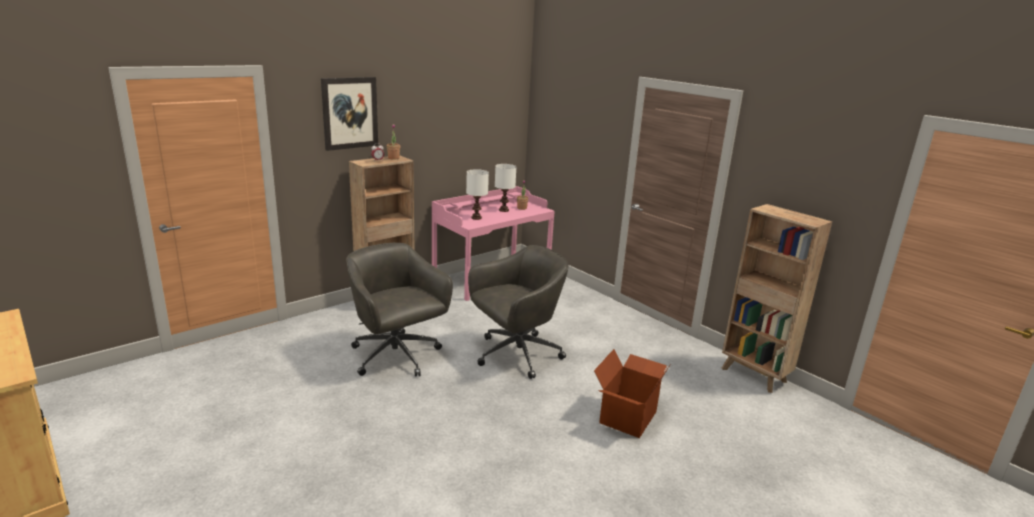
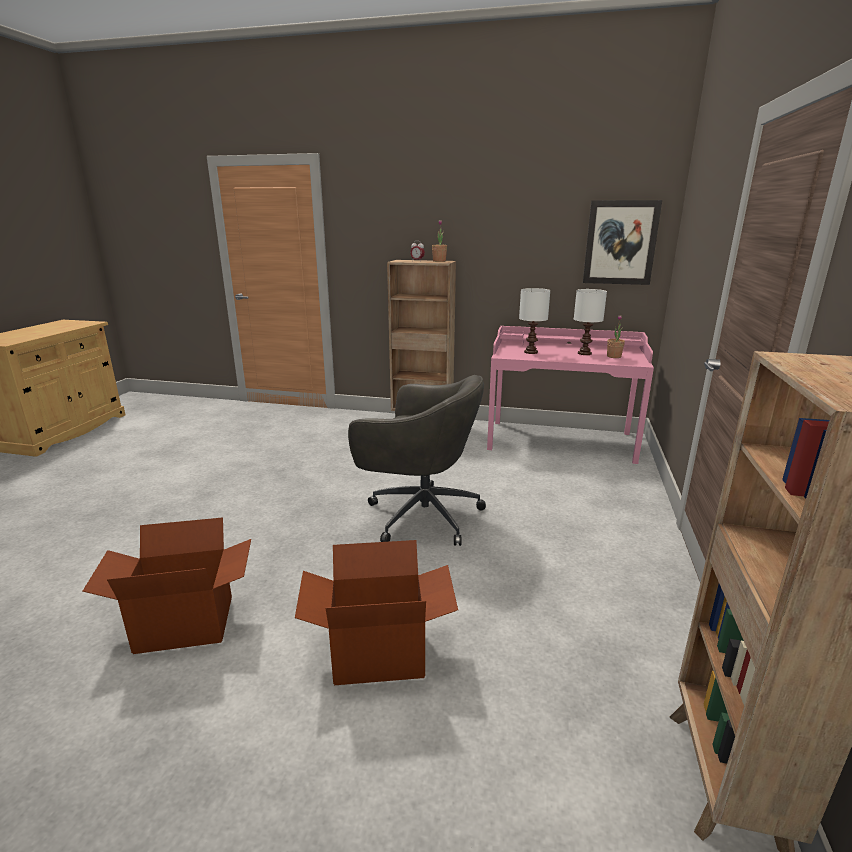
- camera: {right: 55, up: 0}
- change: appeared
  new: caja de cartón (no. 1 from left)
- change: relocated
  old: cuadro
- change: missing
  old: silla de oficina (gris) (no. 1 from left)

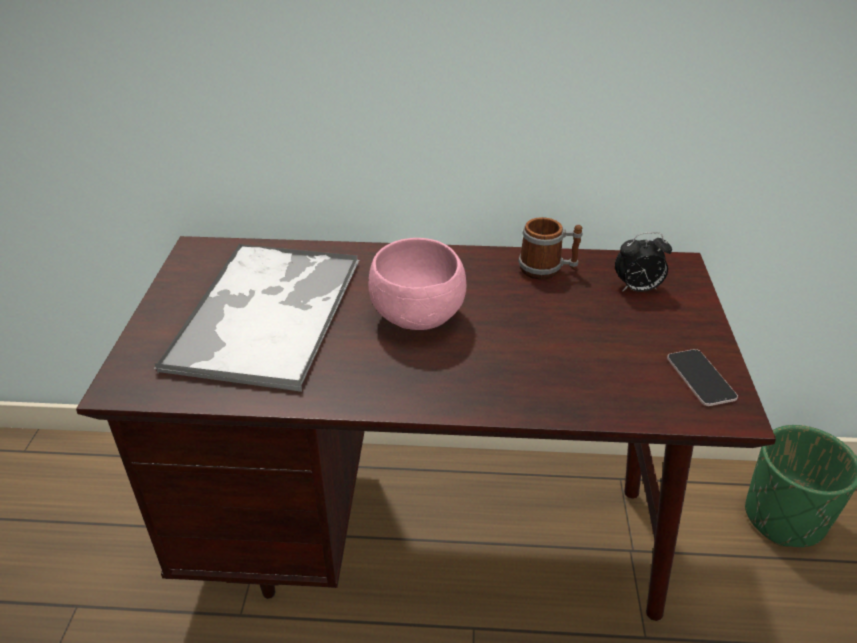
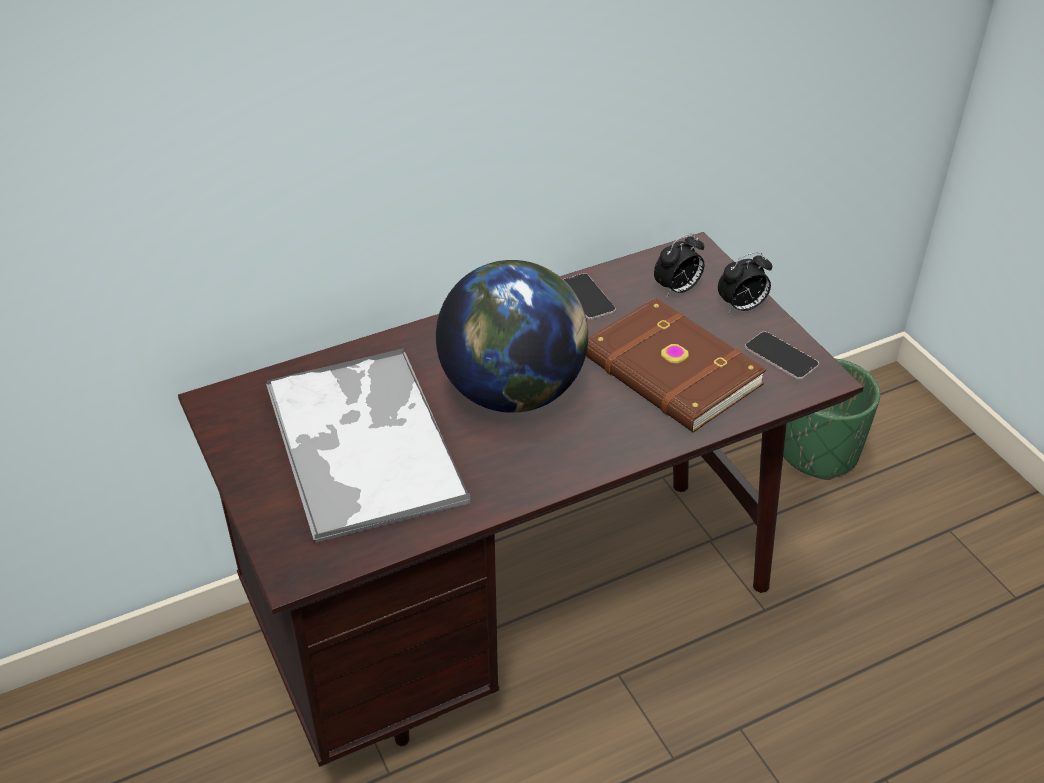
- camera: {right: -30, up: 5}
- change: exchanged
  old: cuenco (rosa)
  new: globo terráqueo
- change: exchanged
  old: taza grande
  new: móvil (no. 1 from left)
- change: appeared
  new: libro (marrón)
- change: appeared
  new: despertador (no. 2 from left)

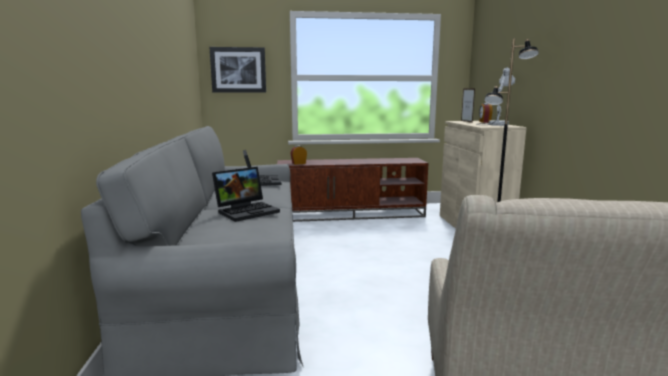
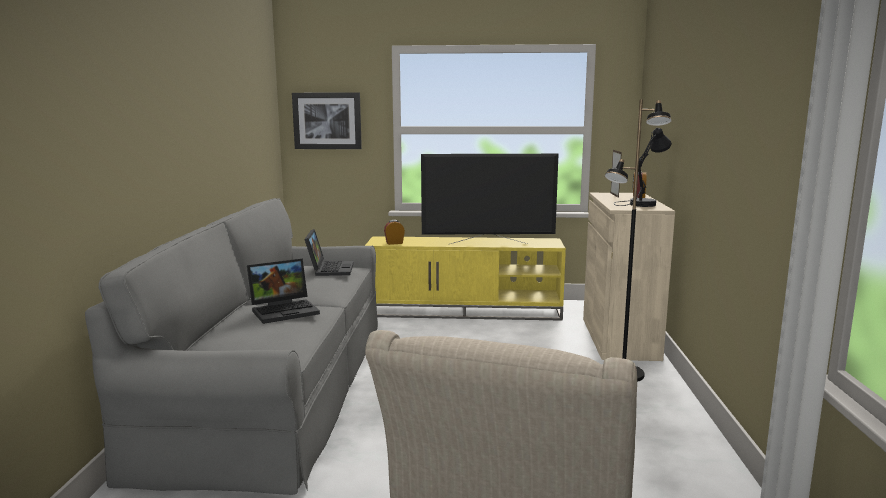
- camera: {right: 10, up: 0}
- change: colour
  old: mueble de televisión (marrón)
  new: mueble de televisión (amarillo)
- change: appeared
  new: televisor
- change: colour
  old: lámpara de mesa (blanco)
  new: lámpara de mesa (negro)

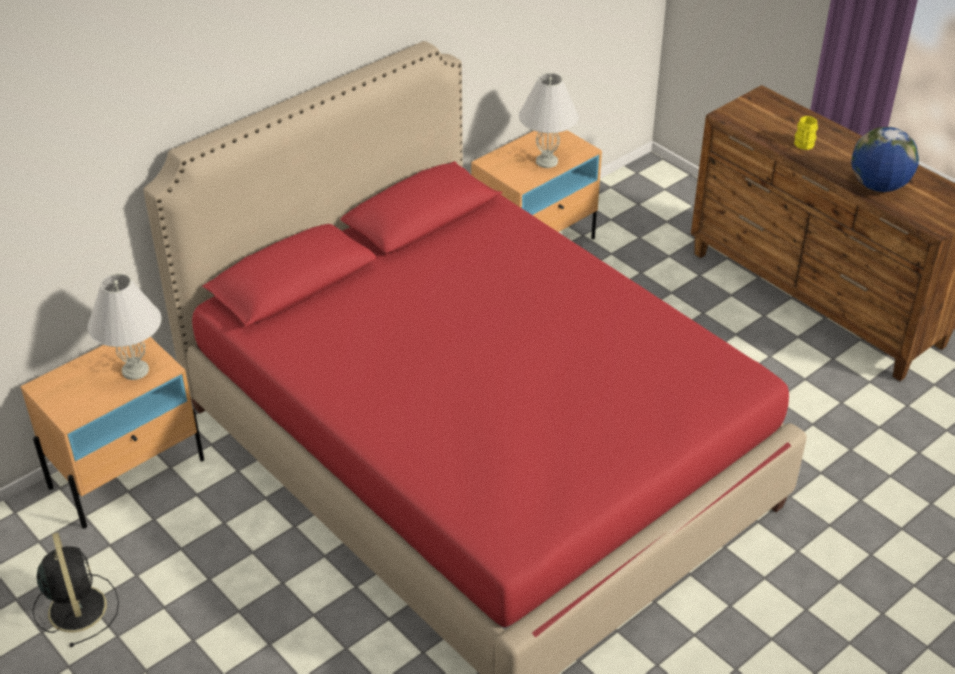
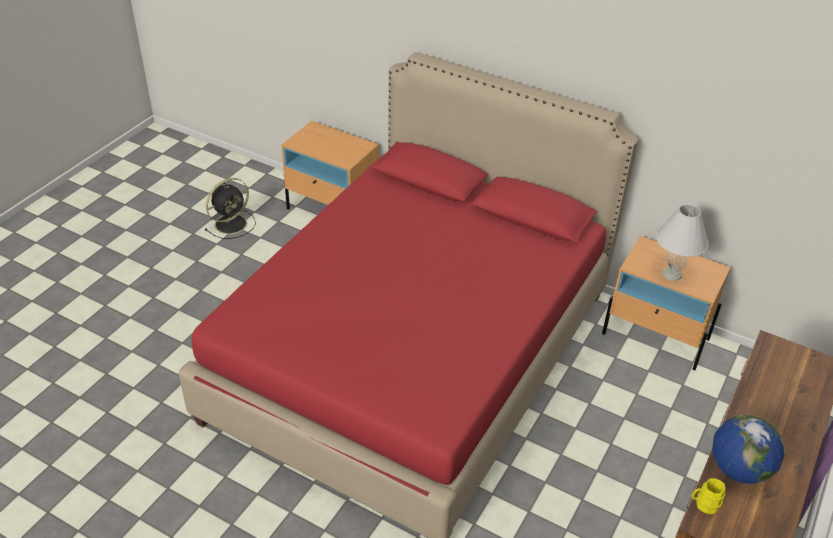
- camera: {right: 70, up: 0}
- change: relocated
  old: taza grande (amarillo)
- change: missing
  old: lámpara de mesa (blanco) (no. 1 from left)

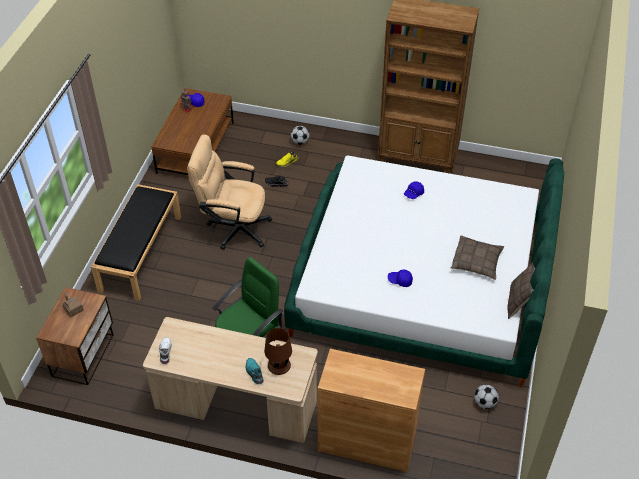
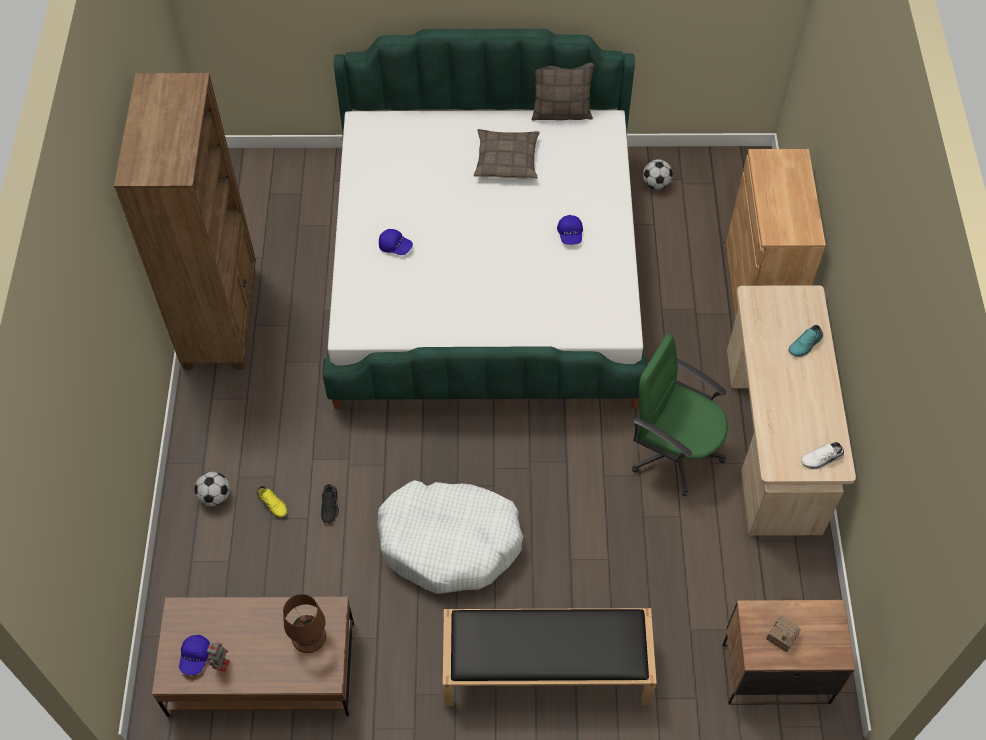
- camera: {right: -105, up: 10}
- change: relocated
  old: lámpara de mesa (marrón)
- change: exchanged
  old: silla de oficina (beis)
  new: cama para perro (blanco)

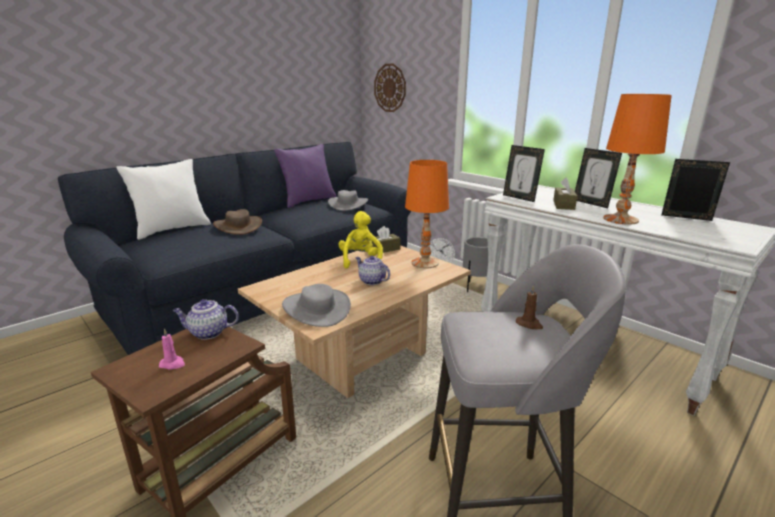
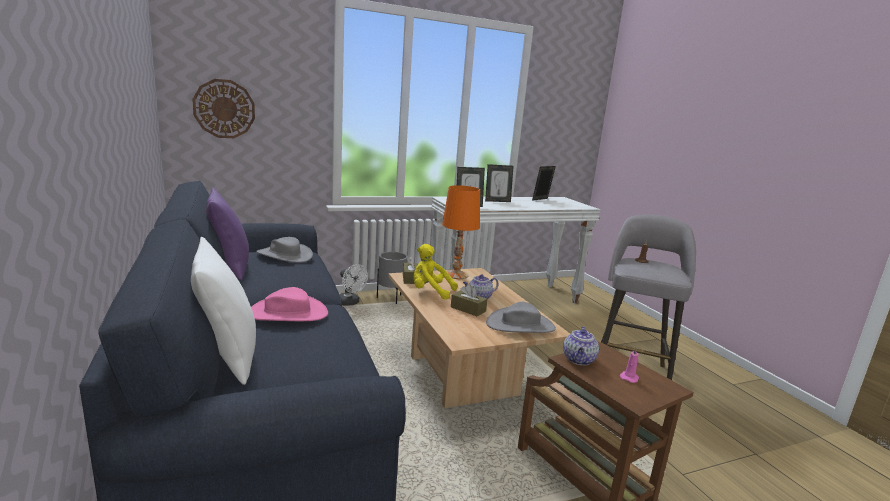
- camera: {right: -70, up: -5}
- change: colour
  old: sombrero (marrón)
  new: sombrero (rosa)
- change: relocated
  old: caja de pañuelos (marrón) (no. 2 from left)
- change: missing
  old: lámpara de mesa (naranja) (no. 2 from left)

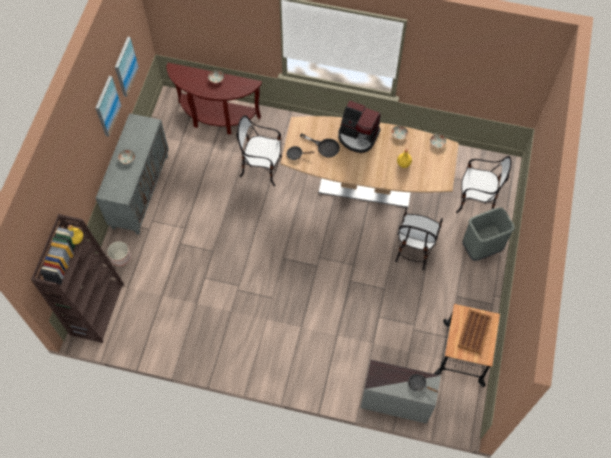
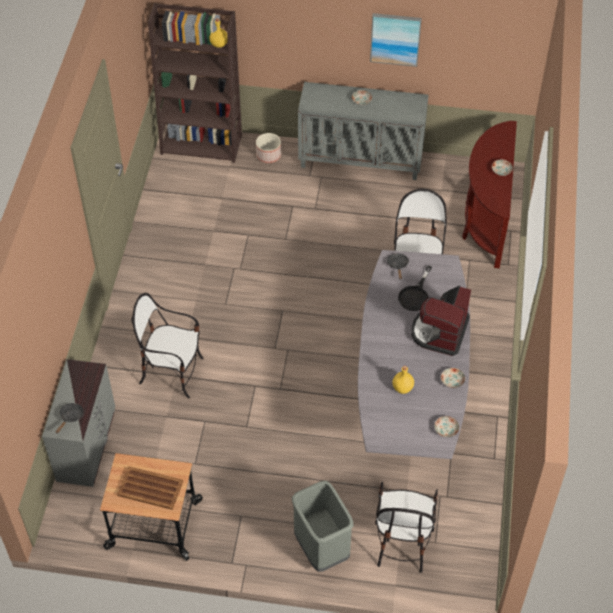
- camera: {right: 85, up: -10}
- change: relocated
  old: silla (no. 2 from left in the first image)
  new: silla (no. 1 from left)
- change: colour
  old: mesa de comedor (marrón)
  new: mesa de comedor (gris)
- change: missing
  old: cuadro (no. 2 from left)

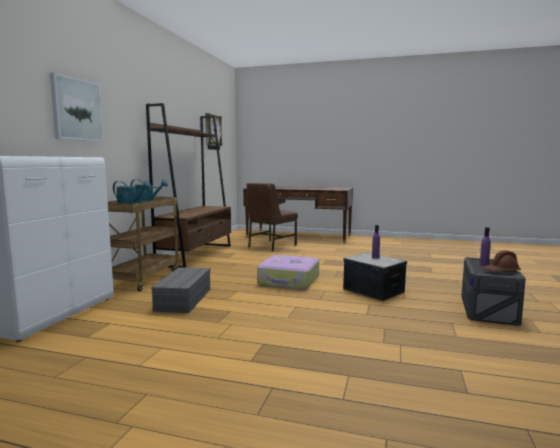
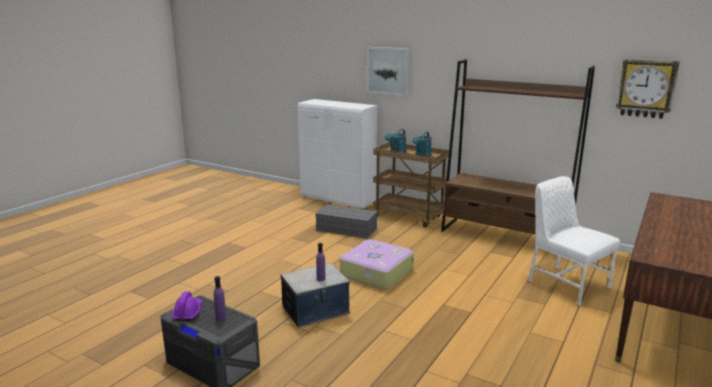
- camera: {right: 105, up: 10}
- change: colour
  old: casco (marrón)
  new: casco (morado)
- change: colour
  old: silla (marrón)
  new: silla (blanco)

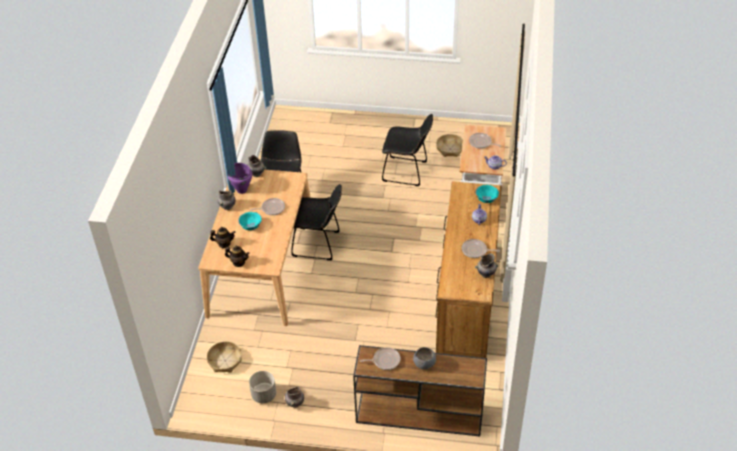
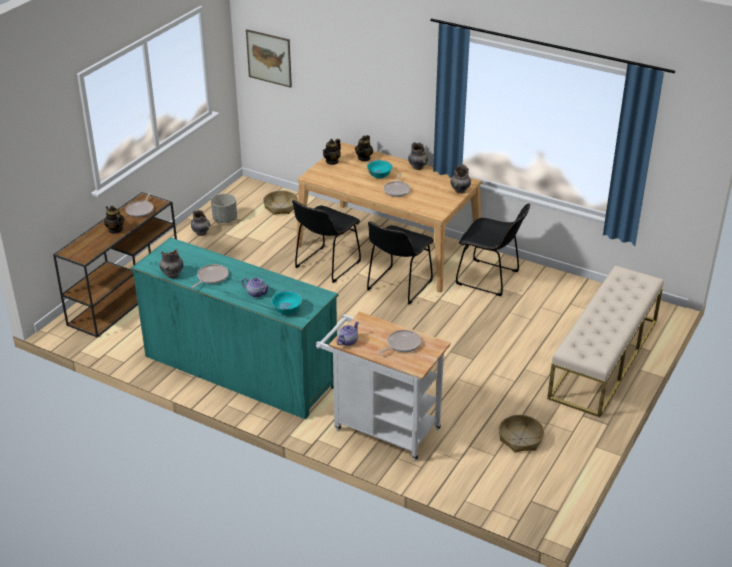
- camera: {right: 110, up: -10}
- change: exchanged
  old: cuenco (gris)
  new: tetera (no. 1 from left)
- change: colour
  old: cómoda (marrón)
  new: cómoda (turquesa)
- change: appeared
  new: cuadro
- change: relocated
  old: silla (negro) (no. 3 from left in the first image)
  new: silla (negro) (no. 1 from left)
- change: appeared
  new: banco (beis)
- change: missing
  old: olla (morado)

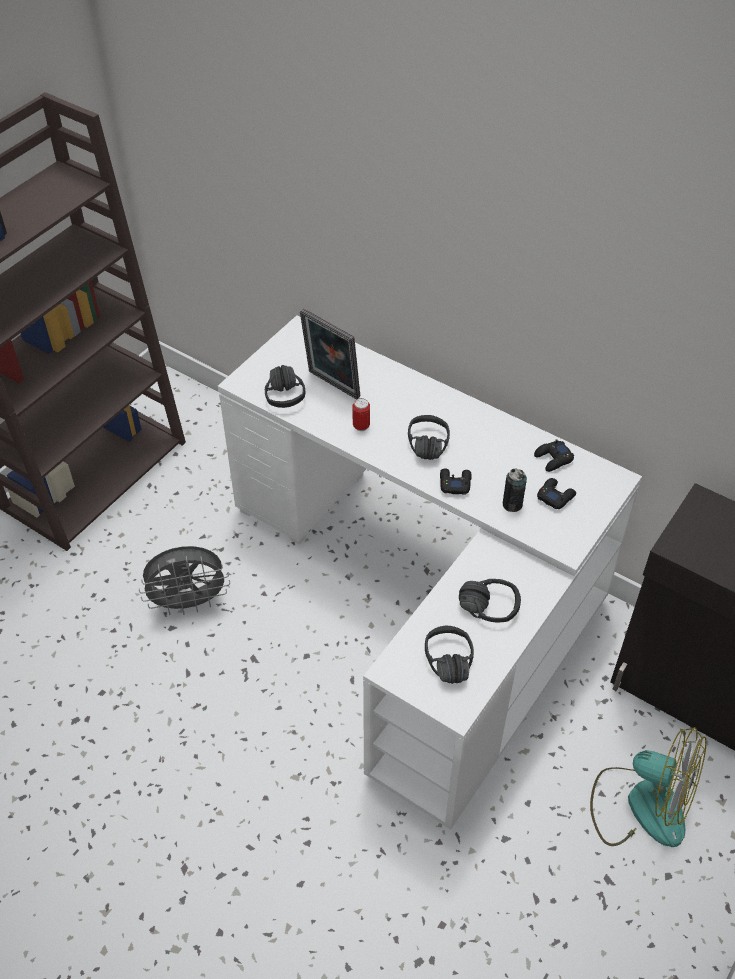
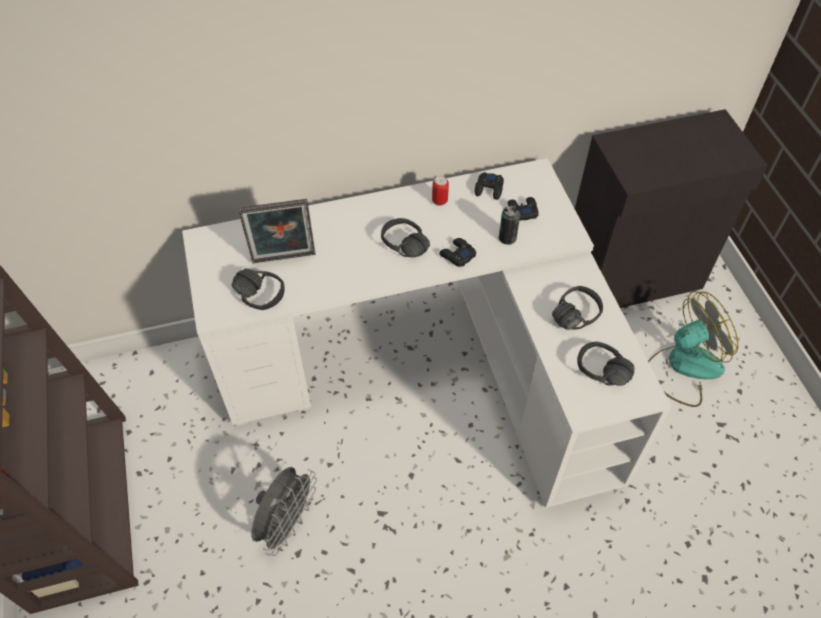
- camera: {right: -50, up: 5}
- change: relocated
  old: lata (no. 1 from left)

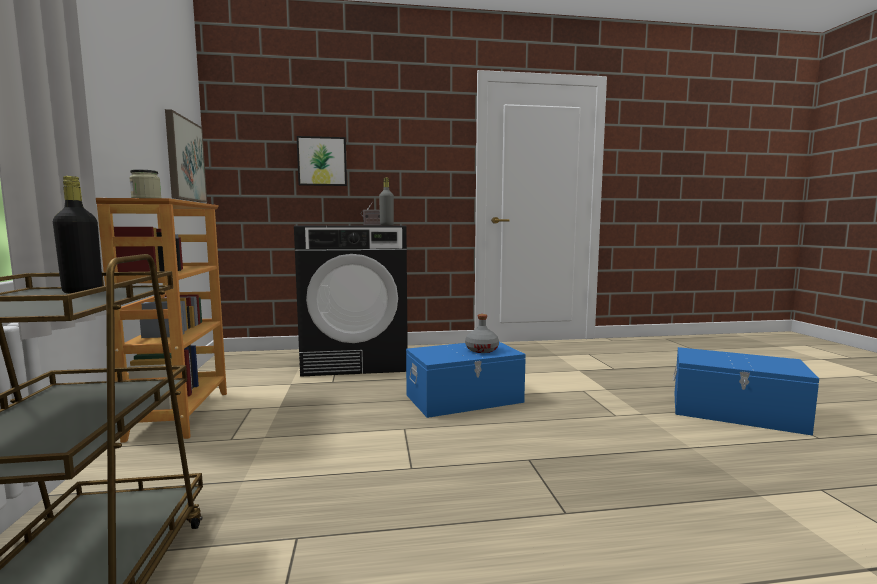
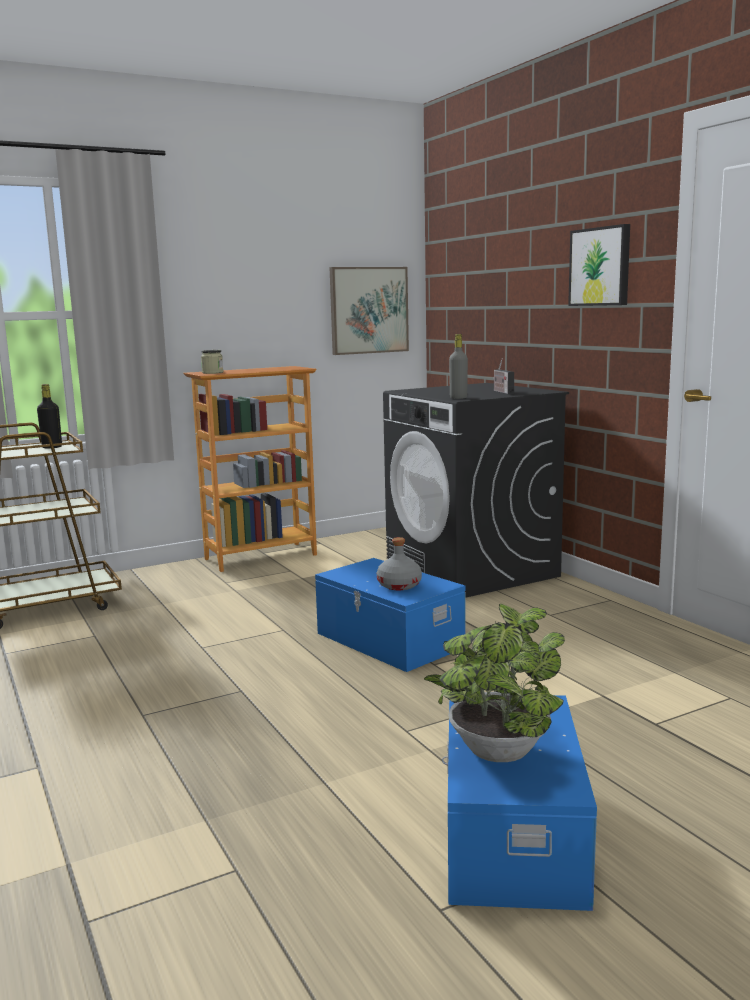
- camera: {right: 70, up: 5}
- change: appeared
  new: planta en maceta
- change: relocated
  old: cuadro (no. 2 from left)

